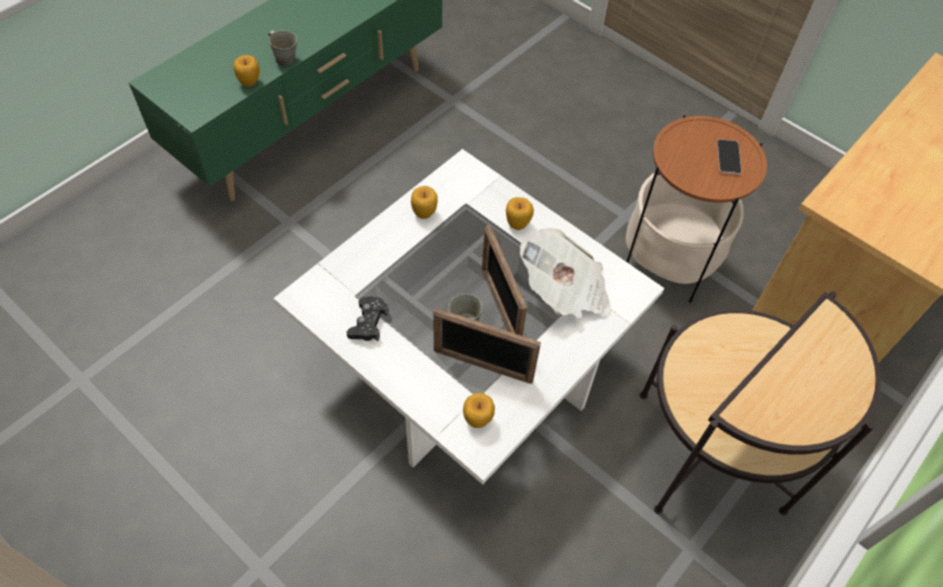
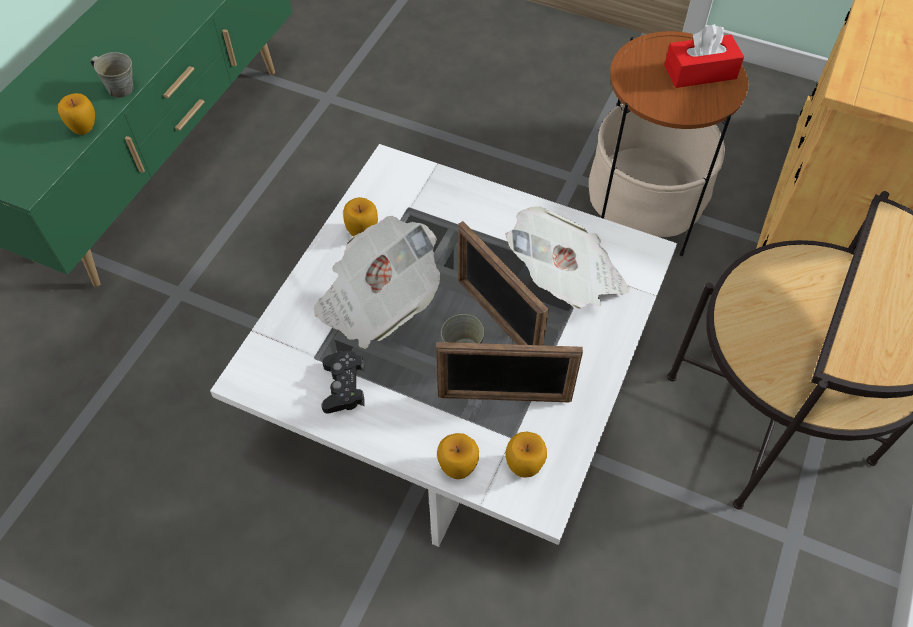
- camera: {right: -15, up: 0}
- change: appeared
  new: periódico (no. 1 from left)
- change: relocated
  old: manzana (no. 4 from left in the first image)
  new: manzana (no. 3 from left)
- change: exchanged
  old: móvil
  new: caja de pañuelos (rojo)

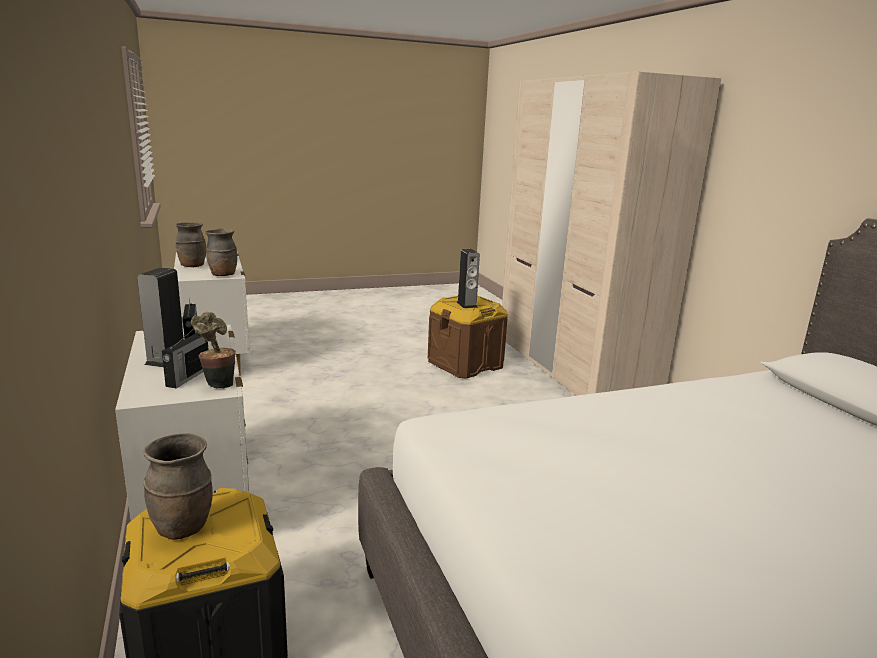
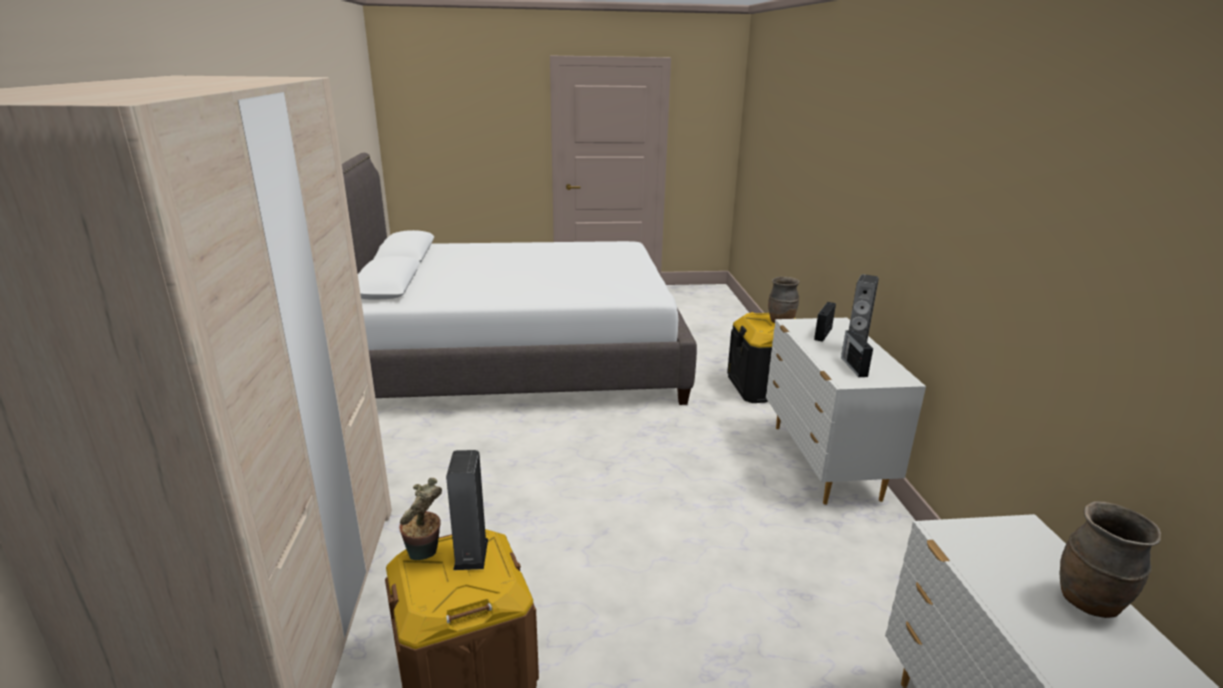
- camera: {right: -165, up: 5}
- change: relocated
  old: planta en maceta
- change: missing
  old: florero (marrón) (no. 3 from left)

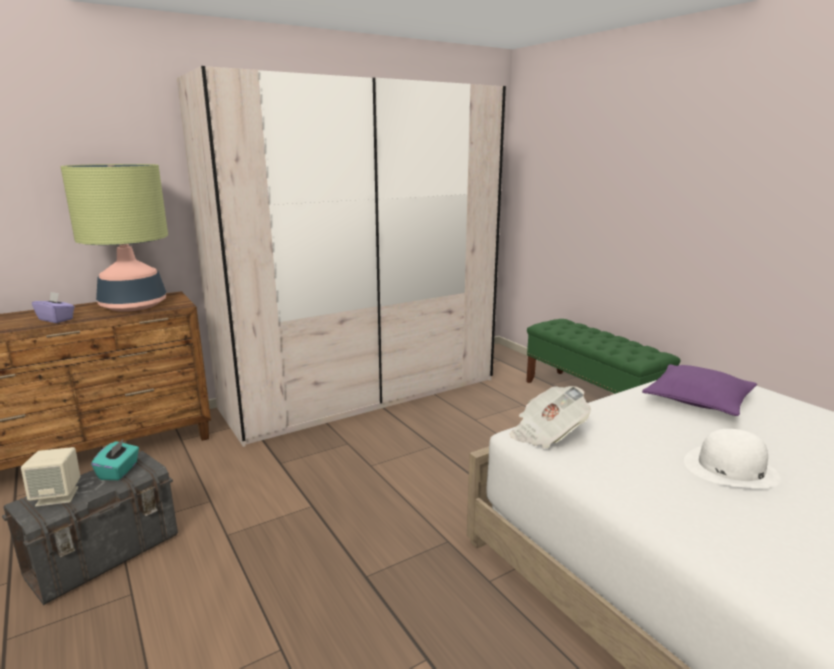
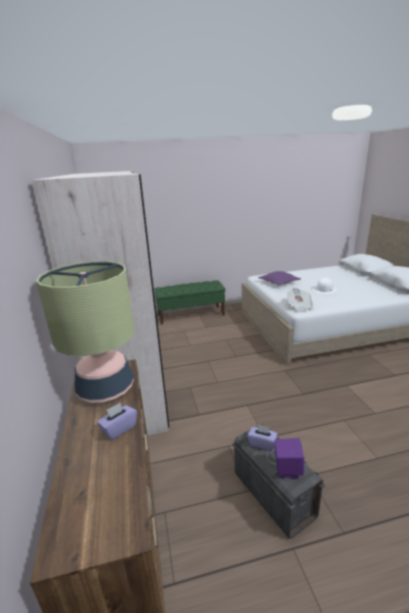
- camera: {right: -70, up: 5}
- change: colour
  old: caja de pañuelos (turquesa)
  new: caja de pañuelos (morado) (no. 2 from left)
- change: colour
  old: altavoz (beis)
  new: altavoz (morado)

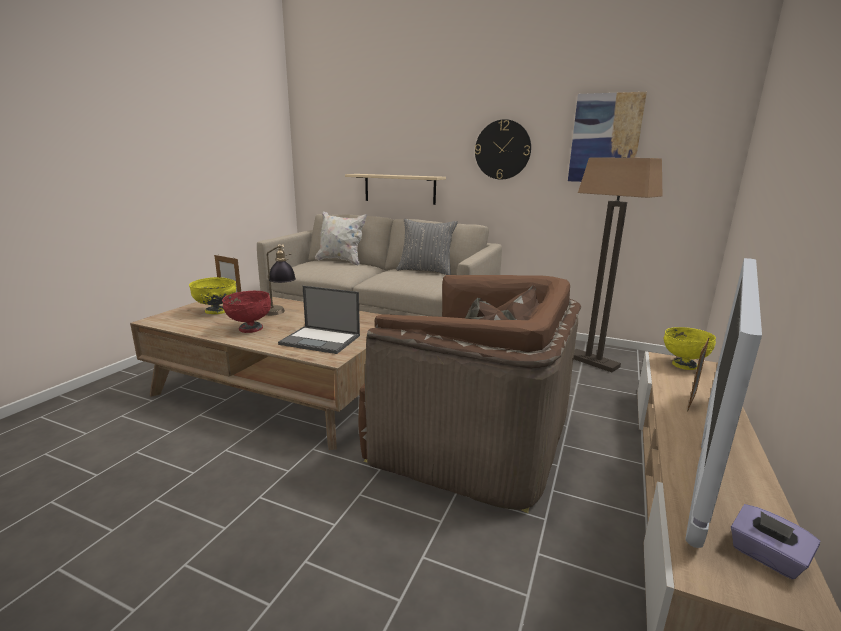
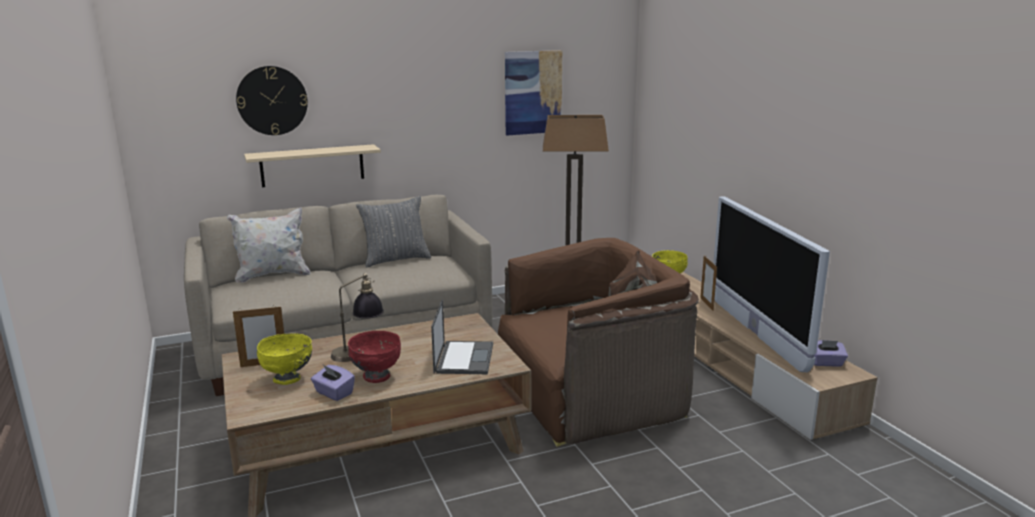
- camera: {right: -45, up: 0}
- change: relocated
  old: reloj de pared
- change: appeared
  new: caja de pañuelos (morado) (no. 1 from left)
- change: spun
  old: portátil
  degrees: -60

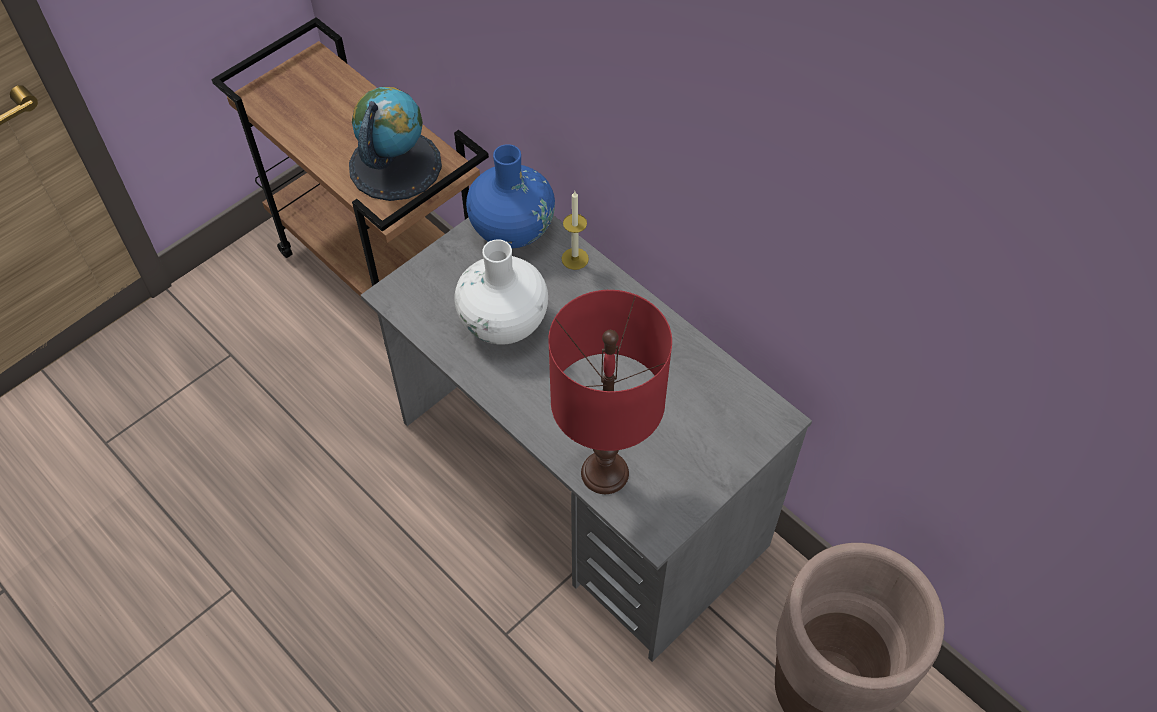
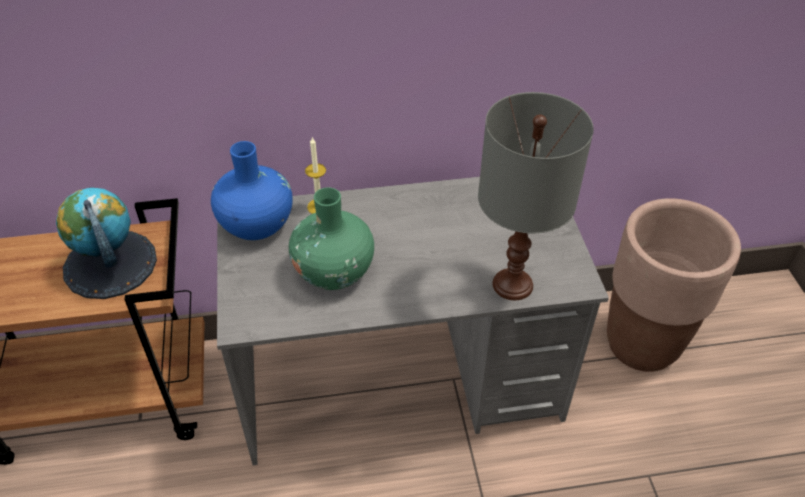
- camera: {right: -55, up: -10}
- change: colour
  old: florero (blanco)
  new: florero (verde)
- change: colour
  old: lámpara de mesa (rojo)
  new: lámpara de mesa (gris)

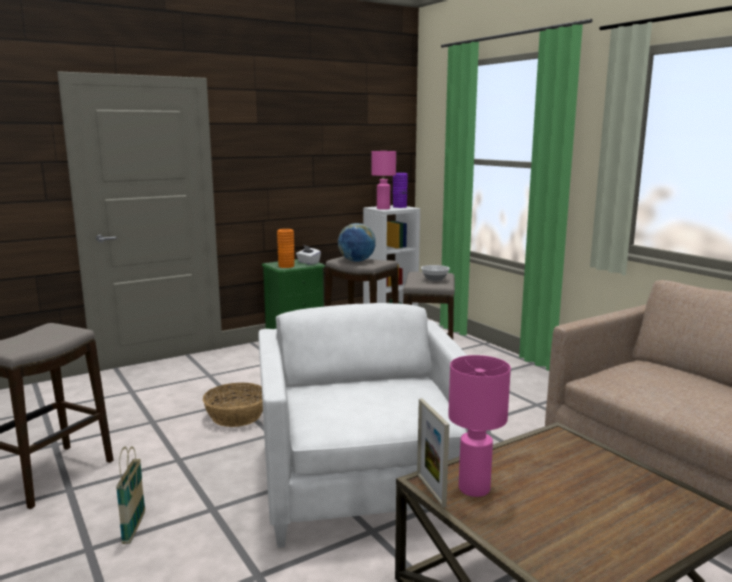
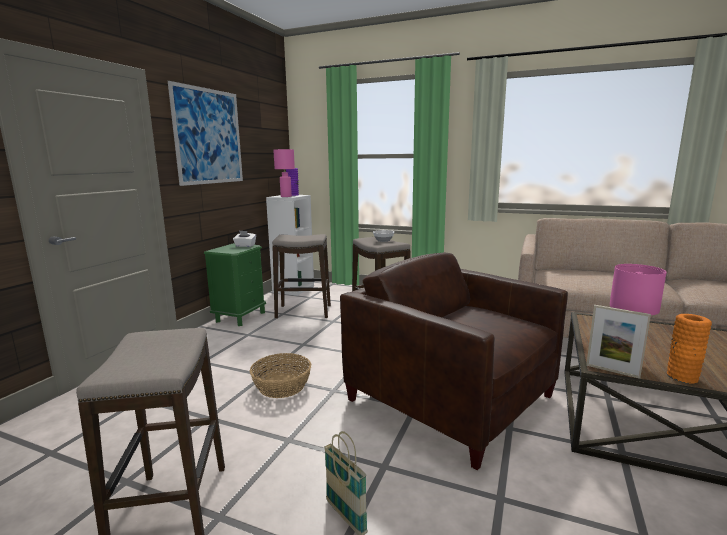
- camera: {right: -35, up: 0}
- change: appeared
  new: cuadro
- change: colour
  old: sillón (blanco)
  new: sillón (marrón)
- change: relocated
  old: florero (naranja)
- change: missing
  old: globo terráqueo

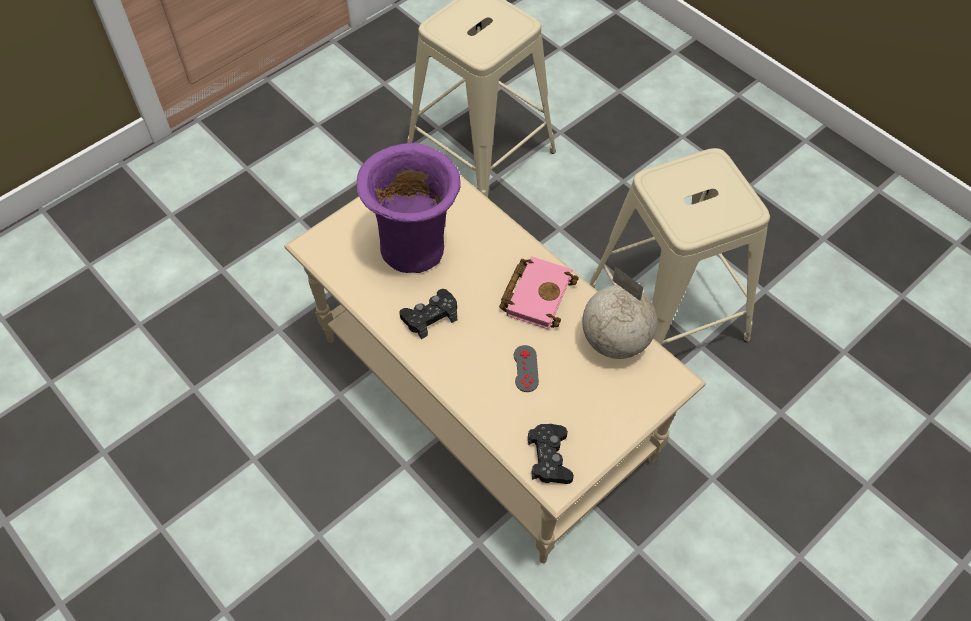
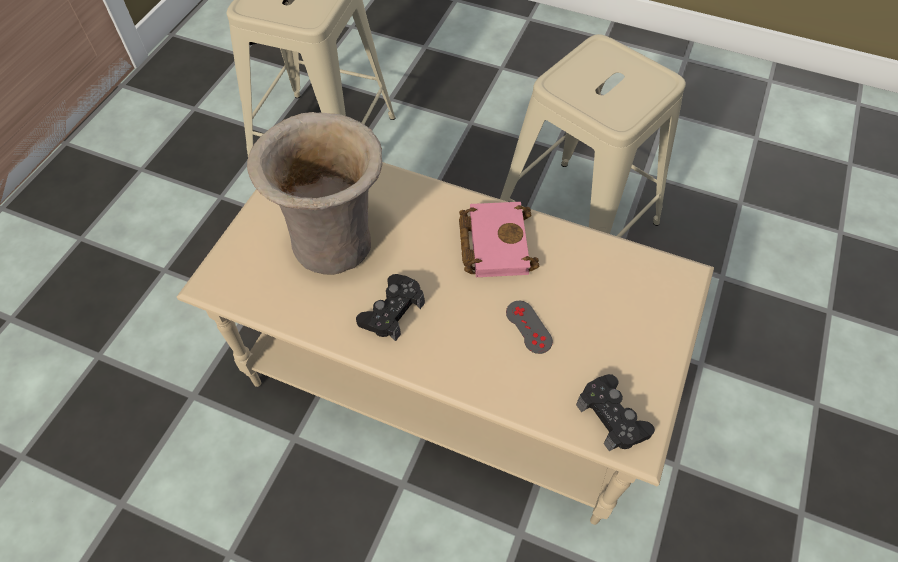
- camera: {right: -25, up: 0}
- change: colour
  old: florero (morado)
  new: florero (beis)
- change: missing
  old: globo terráqueo

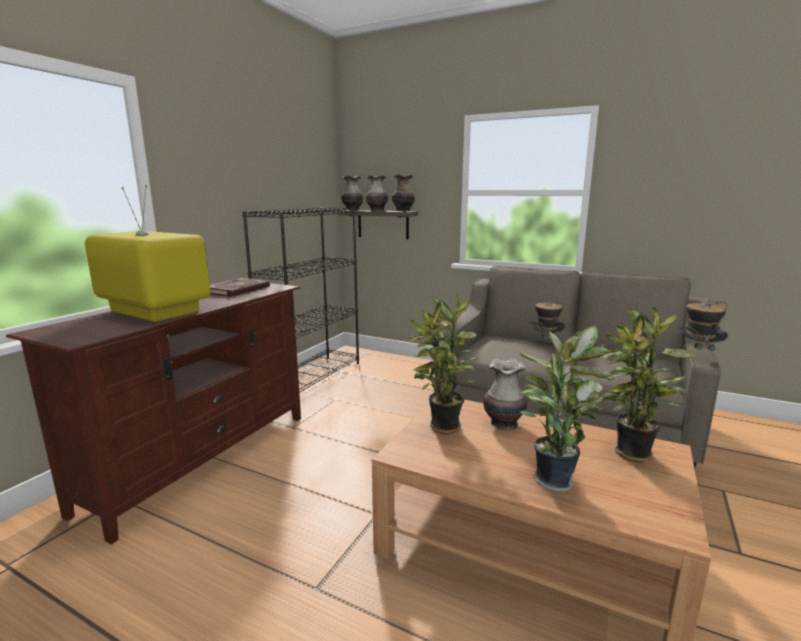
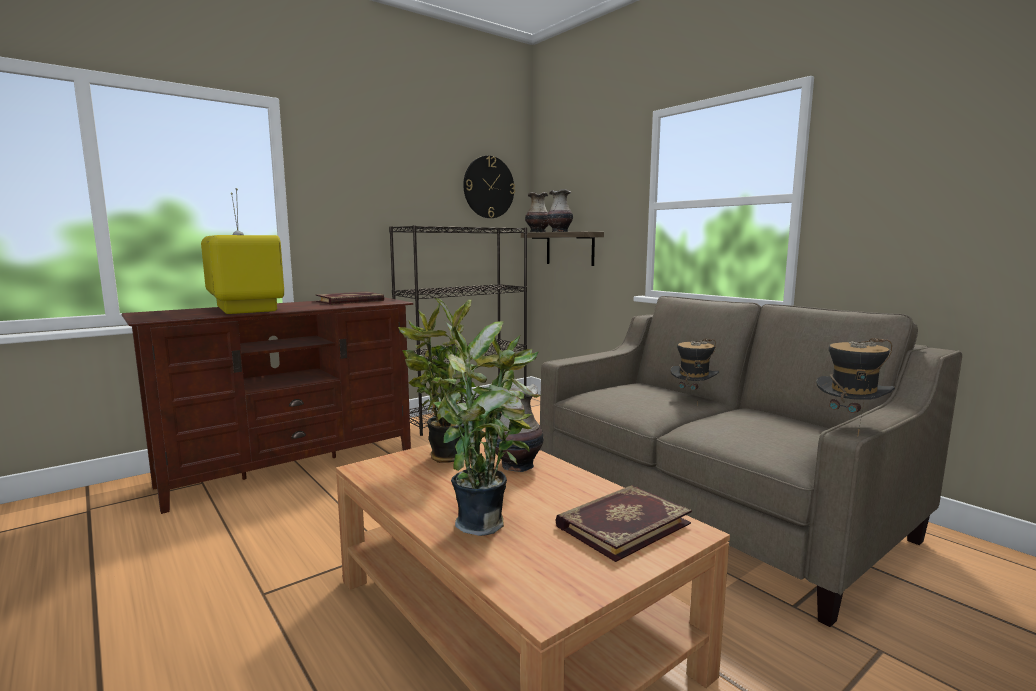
- camera: {right: 25, up: -5}
- change: appeared
  new: reloj de pared
- change: exchanged
  old: planta en maceta (no. 3 from left)
  new: libro (no. 2 from left)
- change: missing
  old: florero (no. 3 from left)

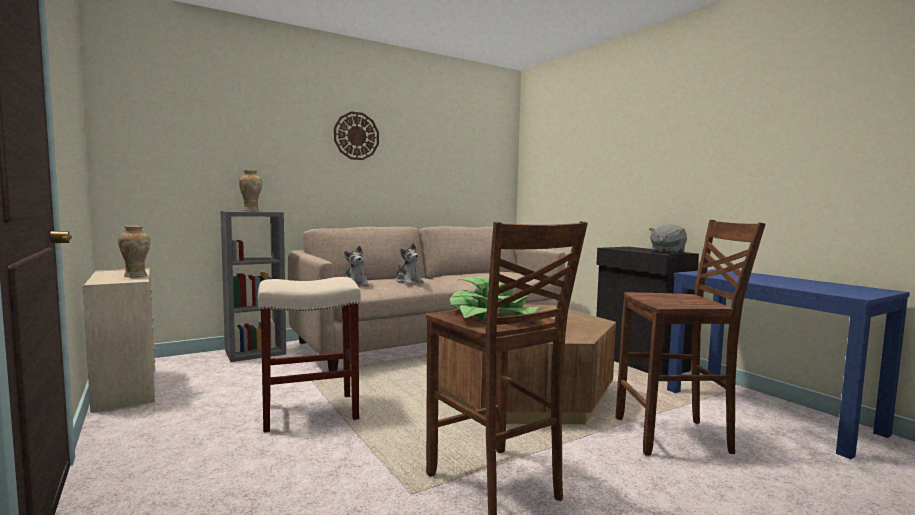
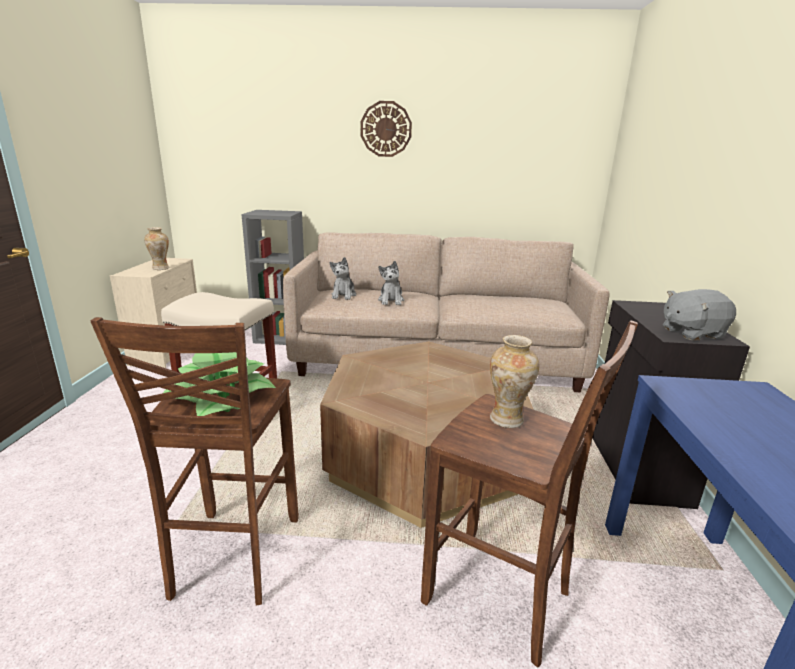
- camera: {right: 35, up: 15}
- change: relocated
  old: florero (no. 2 from left)

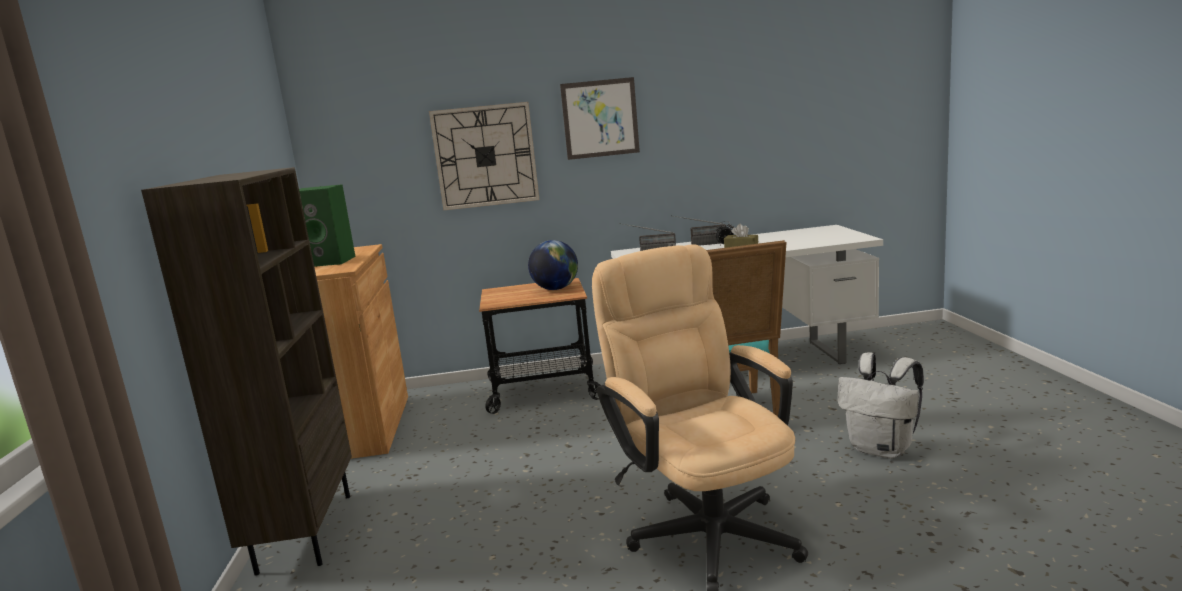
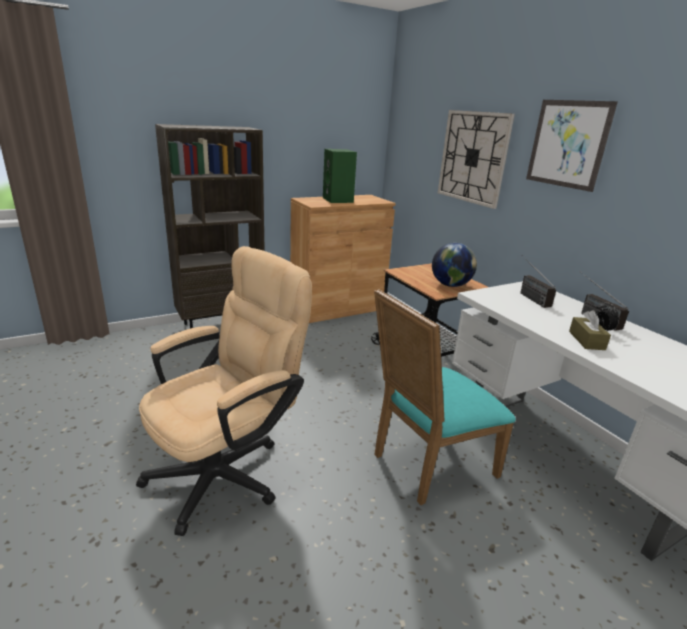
- camera: {right: 65, up: 10}
- change: missing
  old: mochila (blanco)

